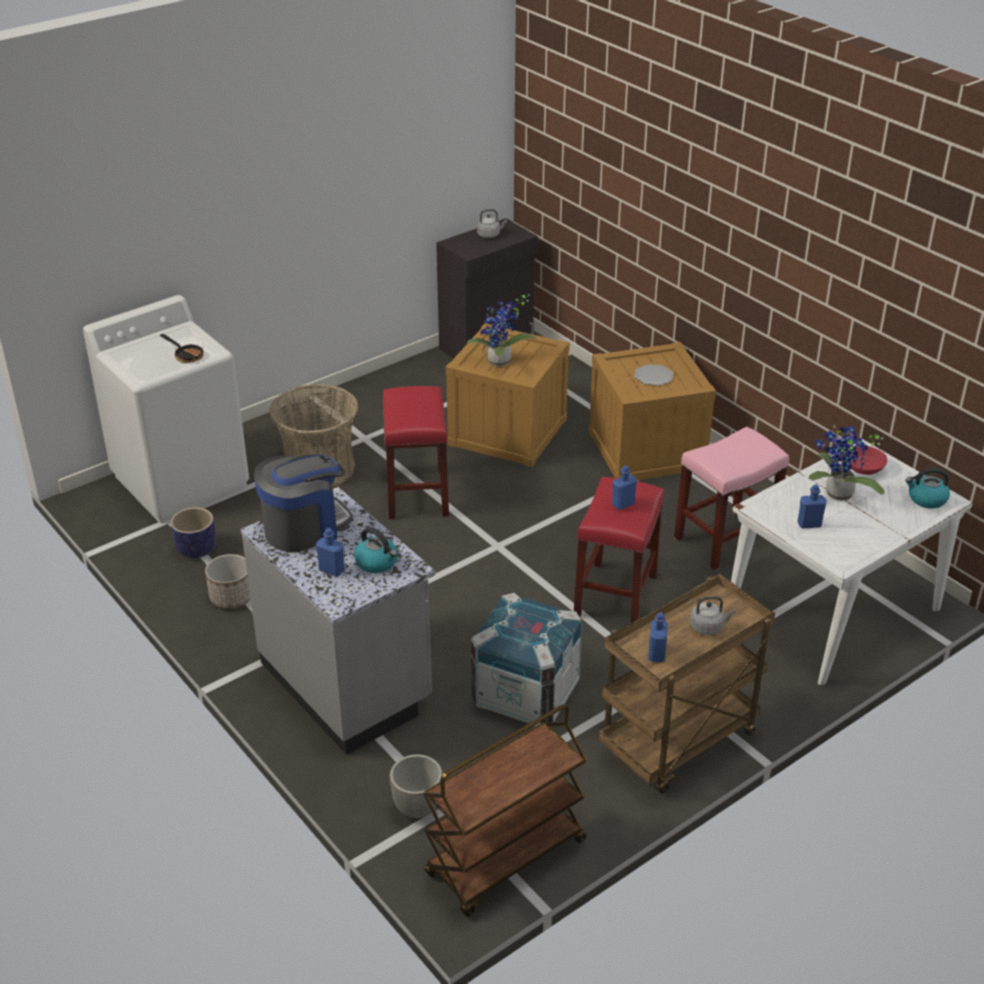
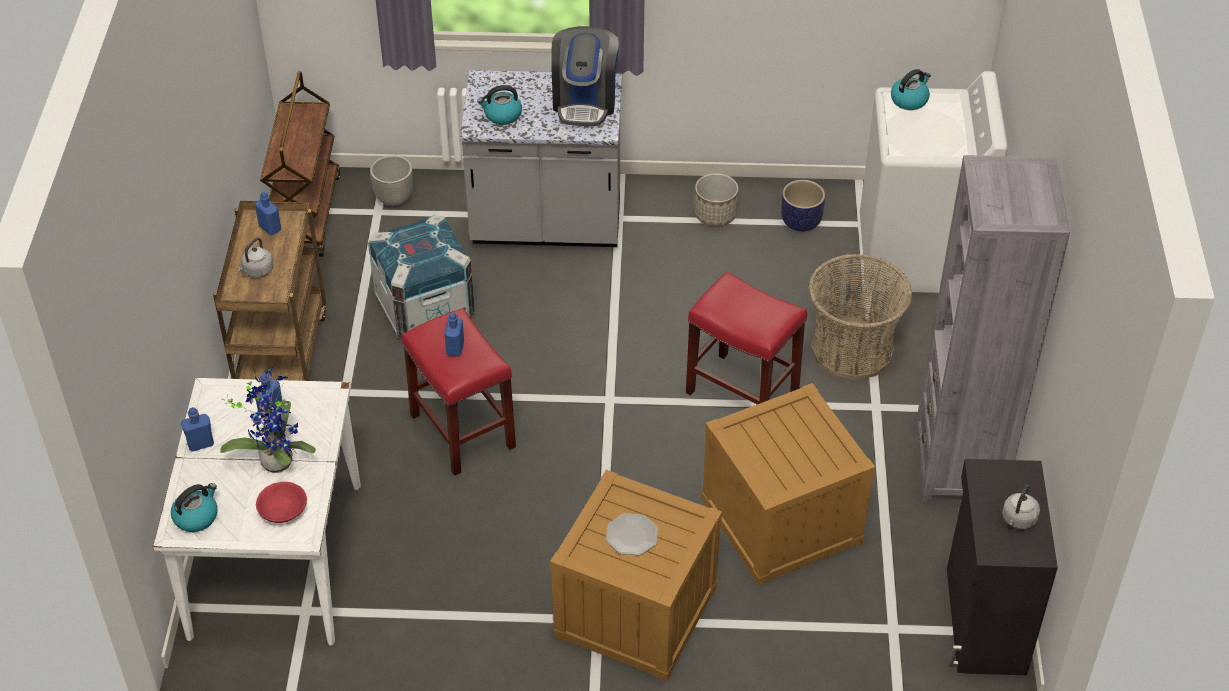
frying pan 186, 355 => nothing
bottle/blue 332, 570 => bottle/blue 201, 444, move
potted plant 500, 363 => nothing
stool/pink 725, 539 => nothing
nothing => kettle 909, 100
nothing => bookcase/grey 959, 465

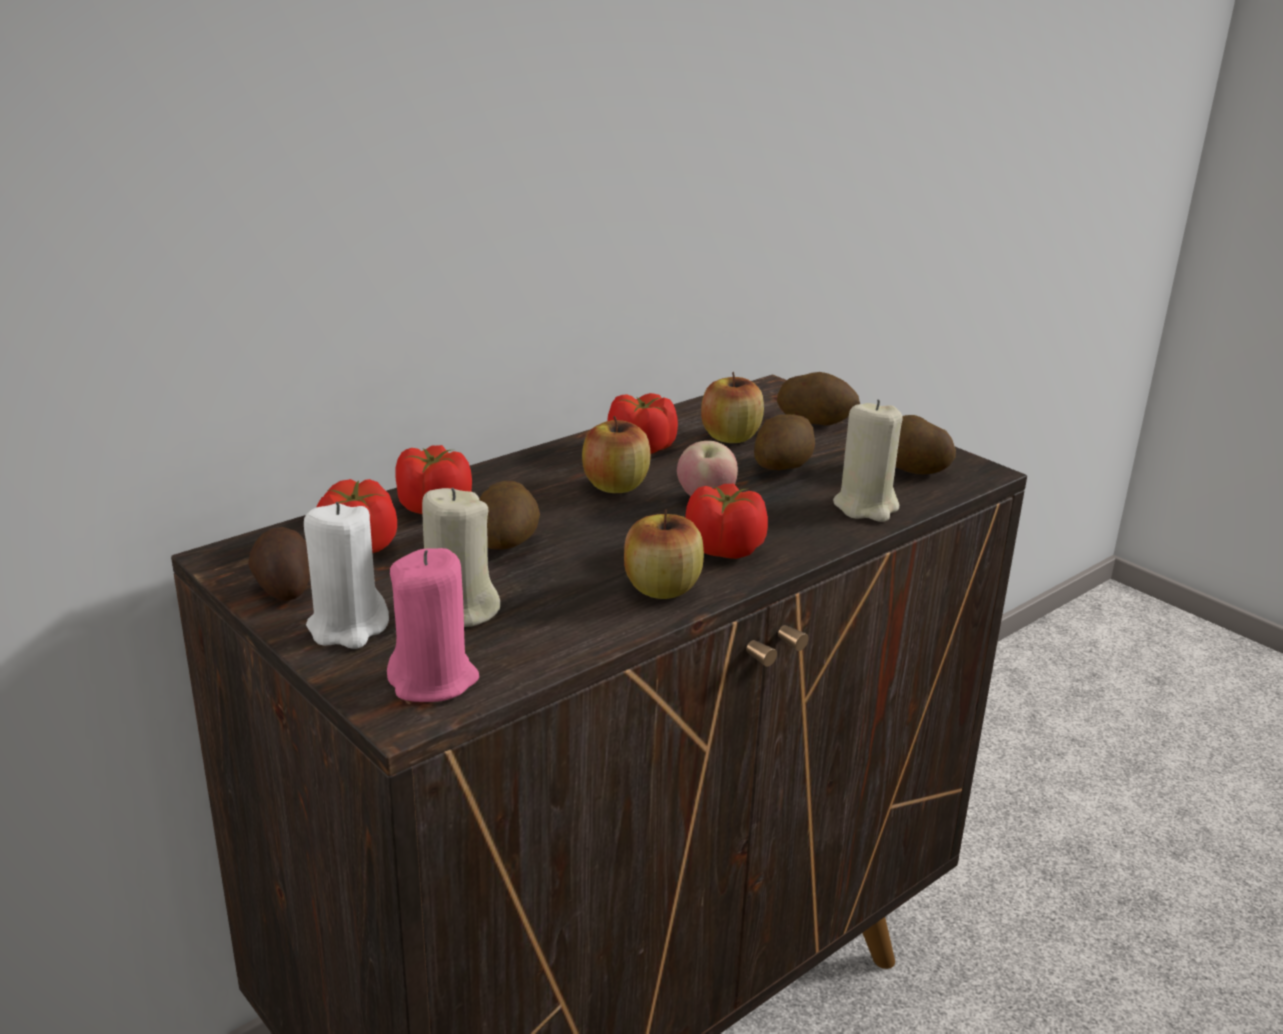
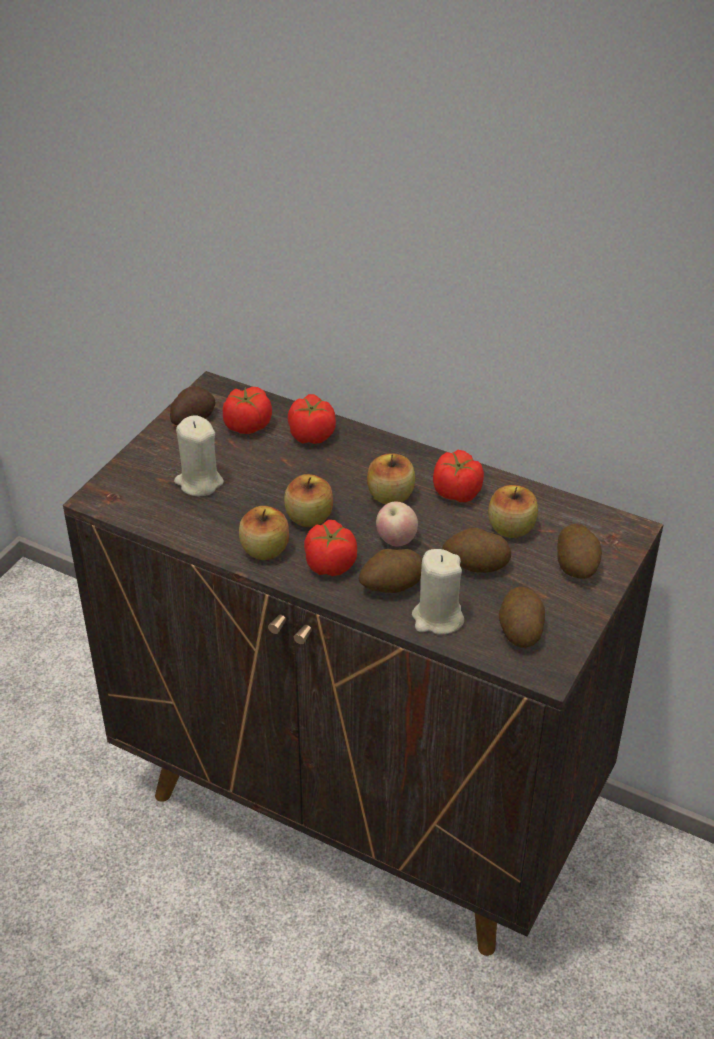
candle/white 348, 627 => nothing
candle/pink 434, 680 => nothing
potato 507, 542 => potato 391, 586, move
nothing => apple 309, 518

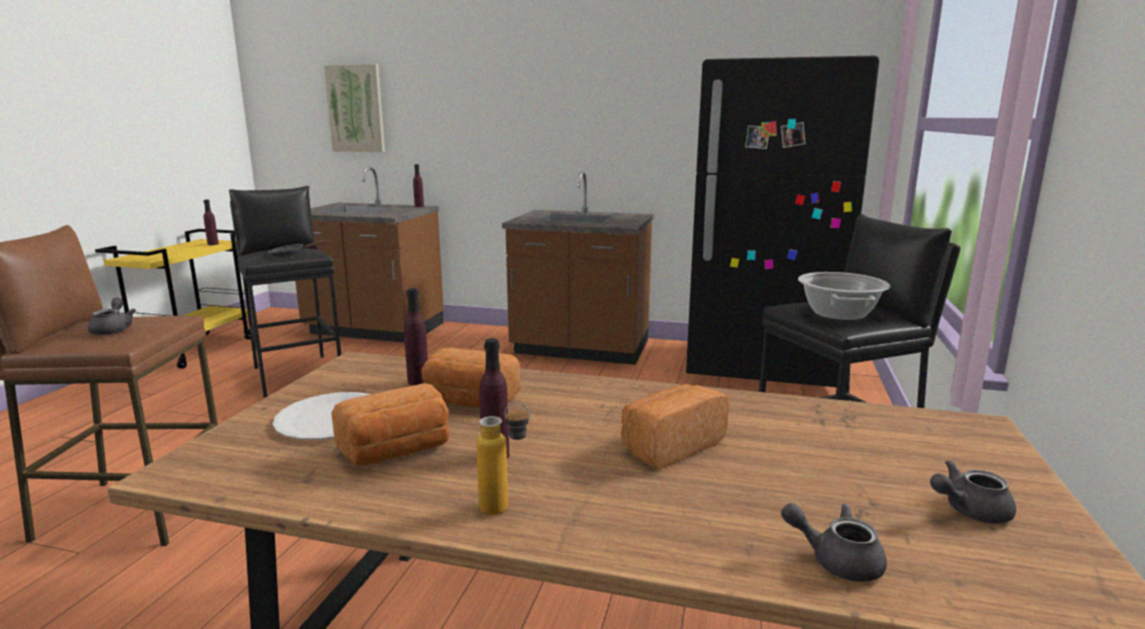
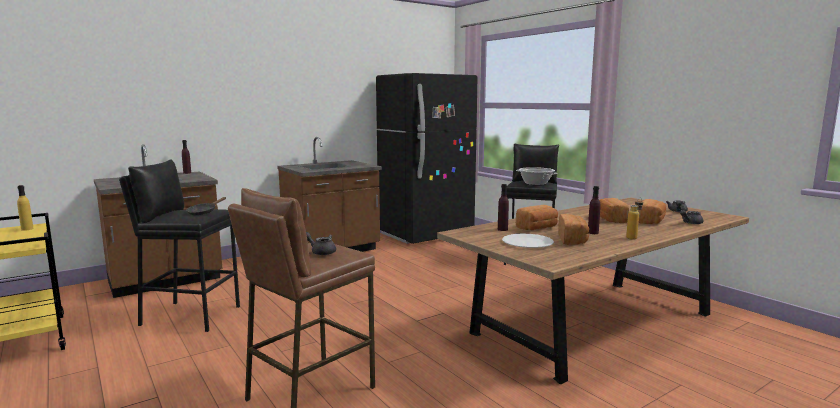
bottle/purple 213, 244 => bottle/yellow 27, 229
picture 356, 109 => nothing
nothing => bread 651, 221

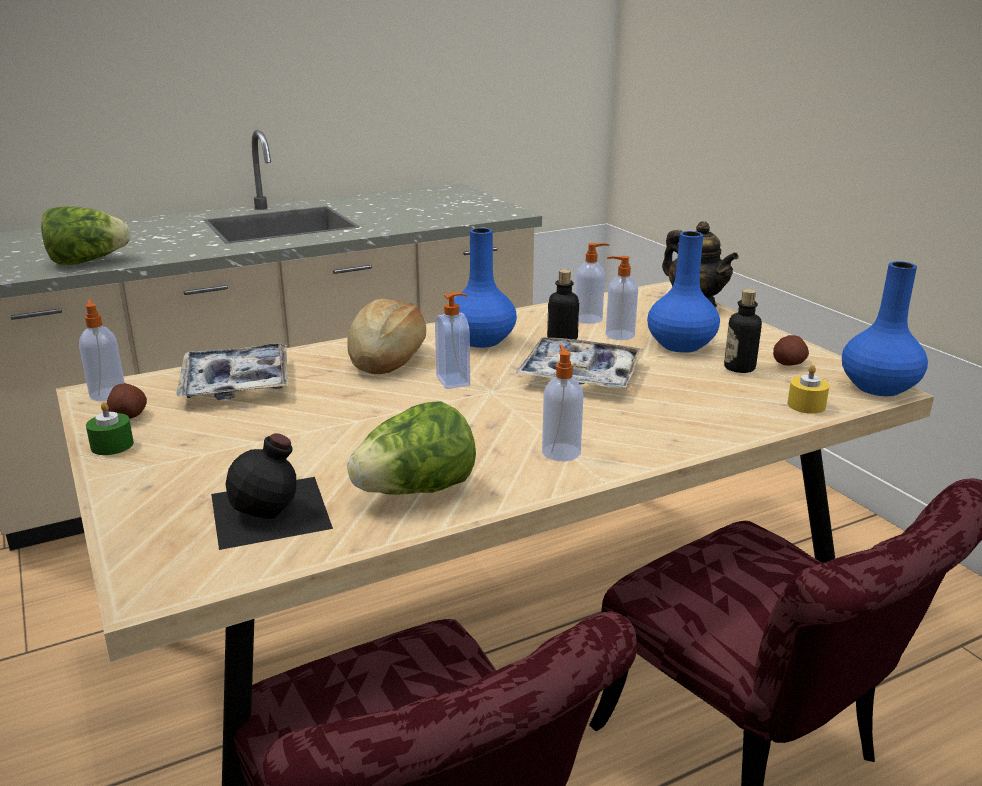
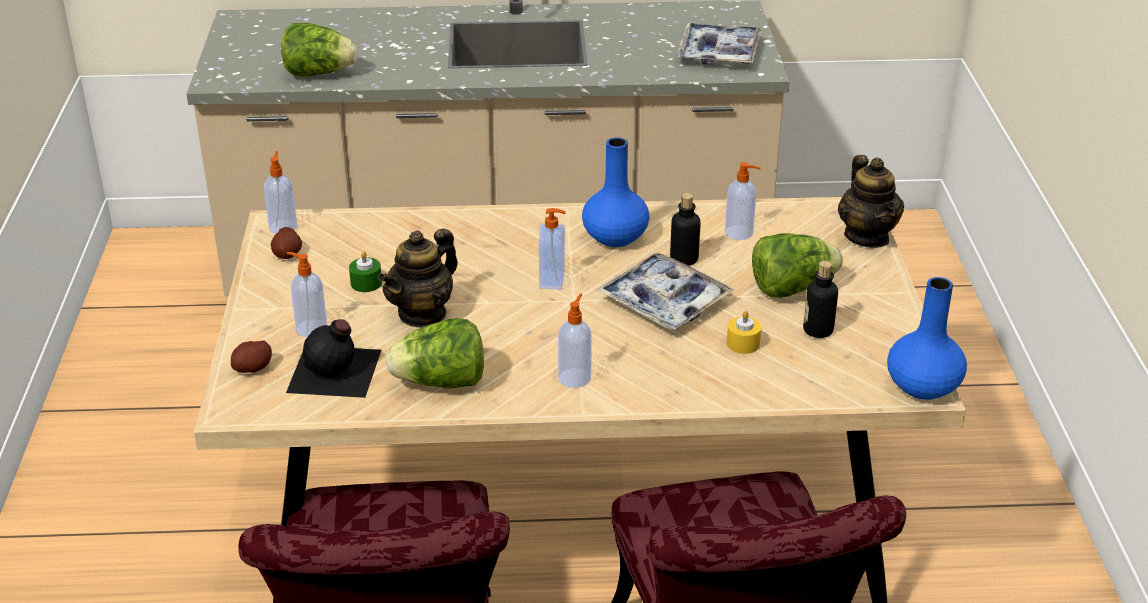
candle/green 112, 445 => candle/green 366, 283, move
tray 236, 383 => tray 718, 53, move
bread 387, 358 => nothing
soap dispenser 618, 335 => soap dispenser 310, 328, move
vase/blue 680, 345 => lettuce 792, 288
potato 789, 363 => potato 253, 368, move
candle/yellow 806, 405 => candle/yellow 743, 343, move
nothing => teapot 422, 313

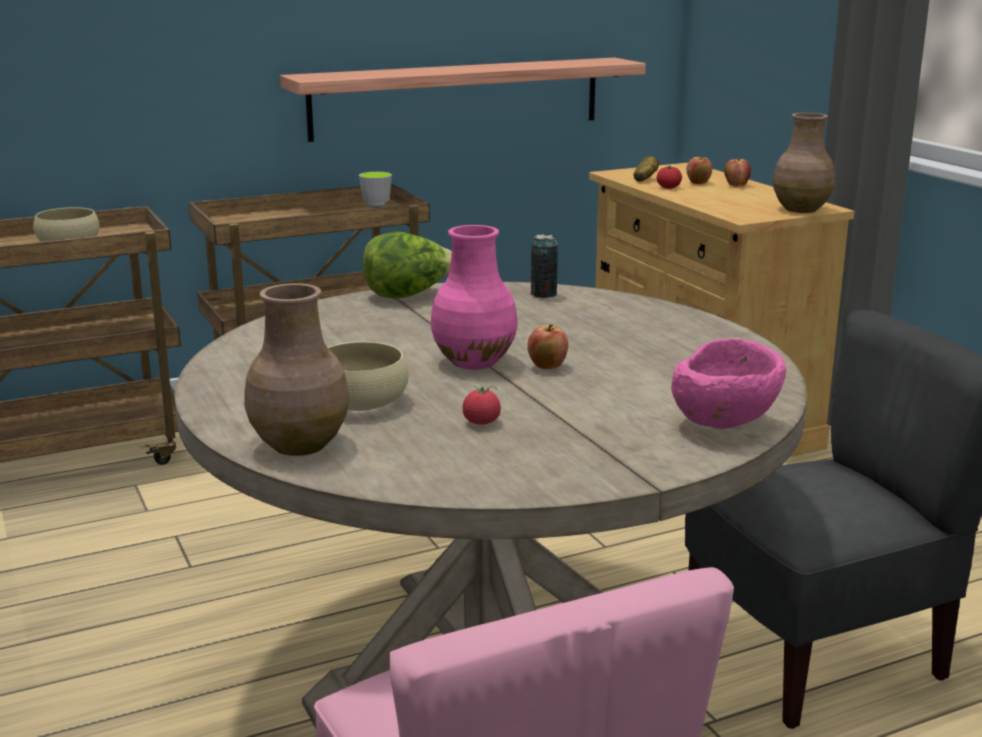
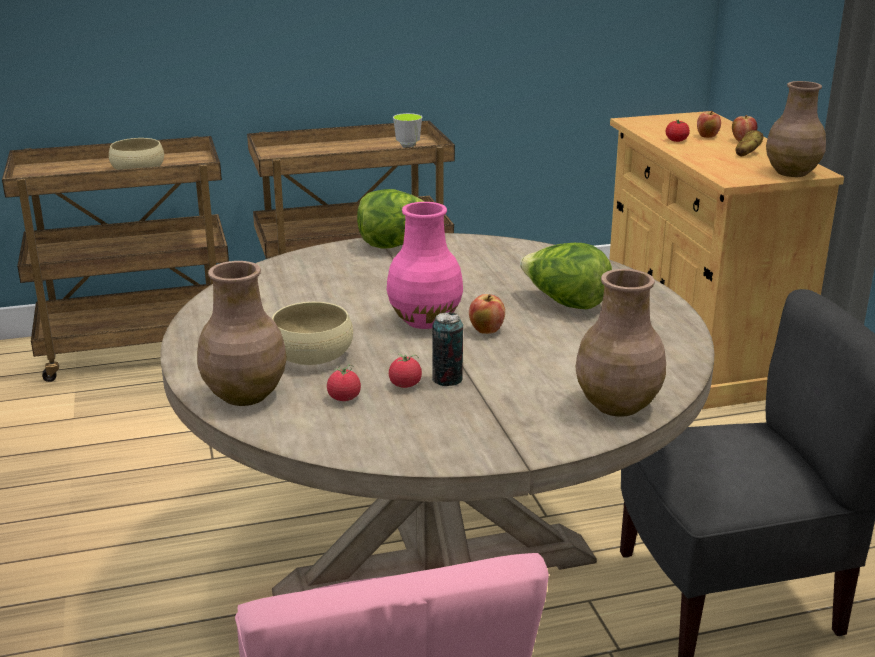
shelf 457, 98 => nothing
can 543, 294 => can 447, 379, move
potato 644, 179 => potato 747, 154, move
bowl/pink 724, 425 => vase/brown 617, 406
nothing => tomato 344, 398
nothing => lettuce 565, 303

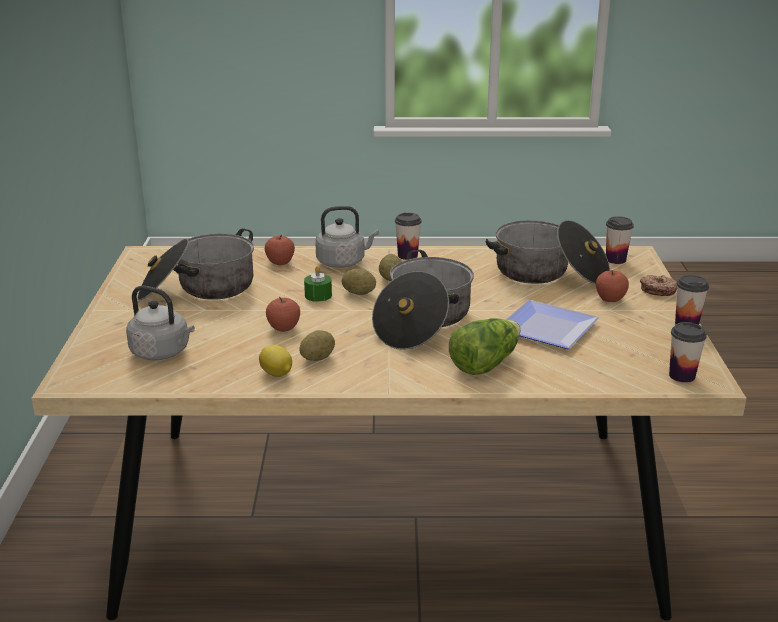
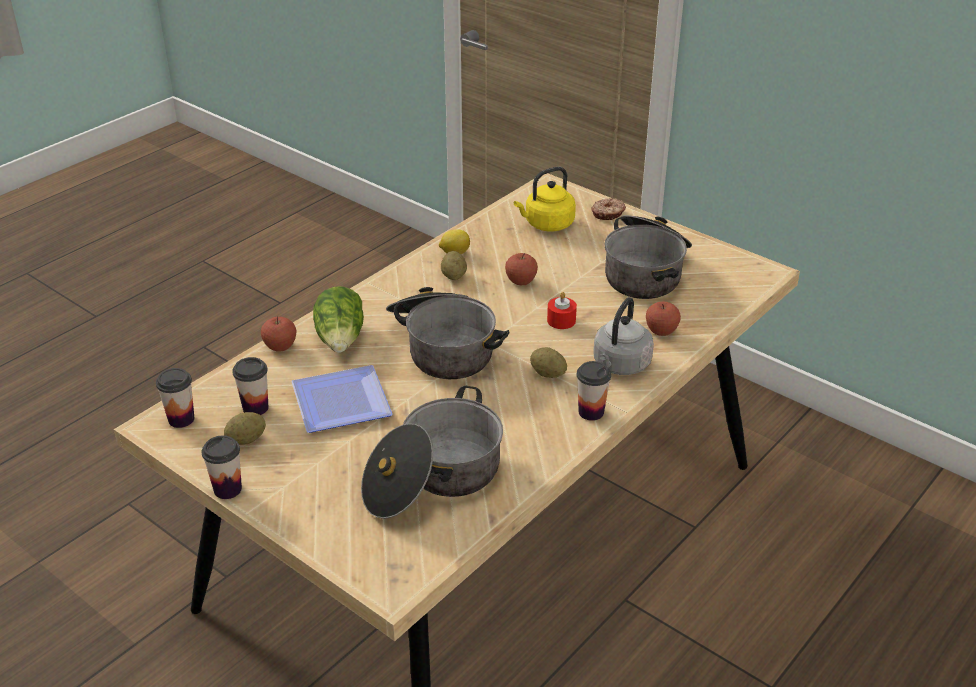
kettle/grey 162, 353 => kettle/yellow 547, 224
candle/green 318, 295 => candle/red 561, 320
potato 359, 293 => potato 246, 440, move
apple 610, 299 => apple 280, 347, move
cup 615, 260 => cup 255, 408, move
donut 658, 290 => donut 608, 214, move

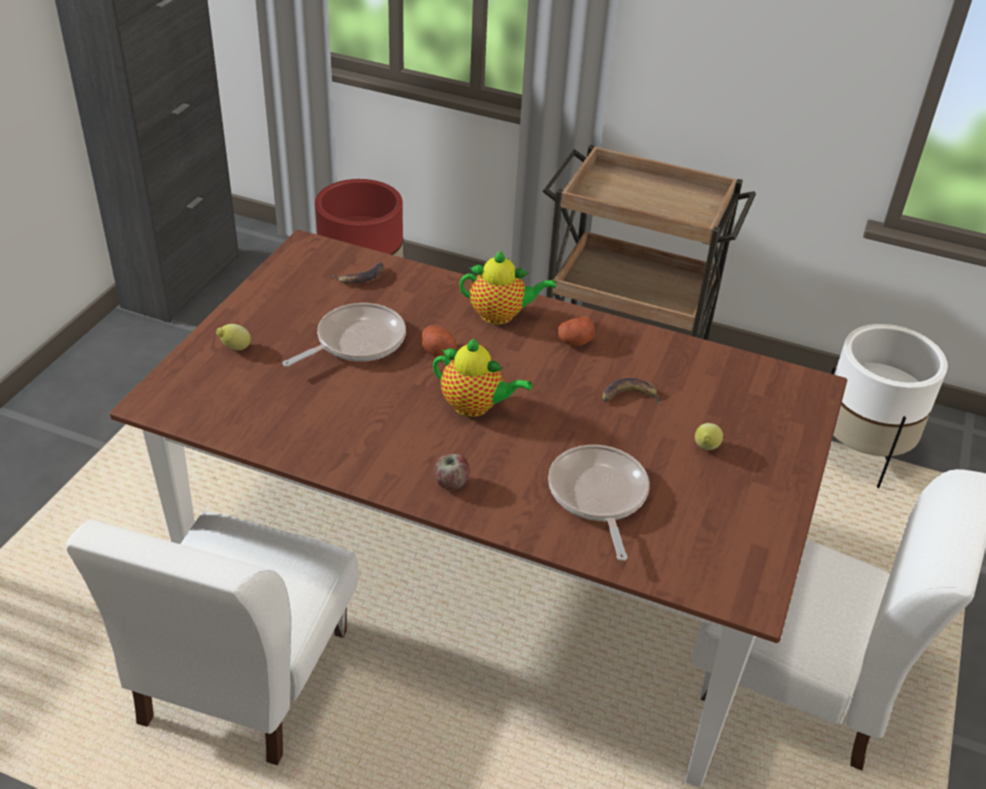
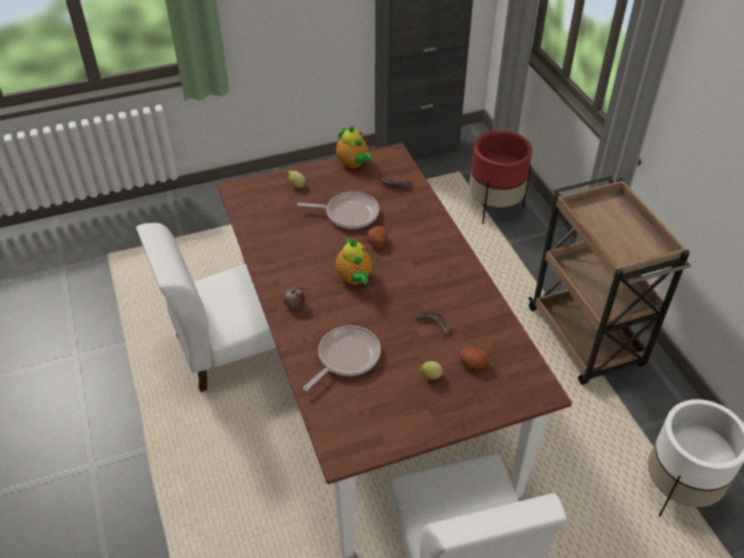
teapot 501, 315 => teapot 353, 163, move
potato 575, 341 => potato 472, 363, move

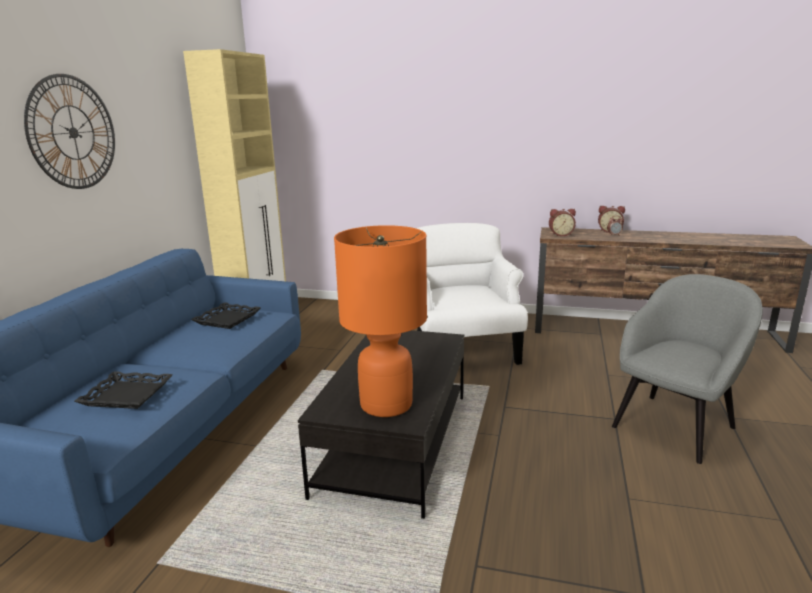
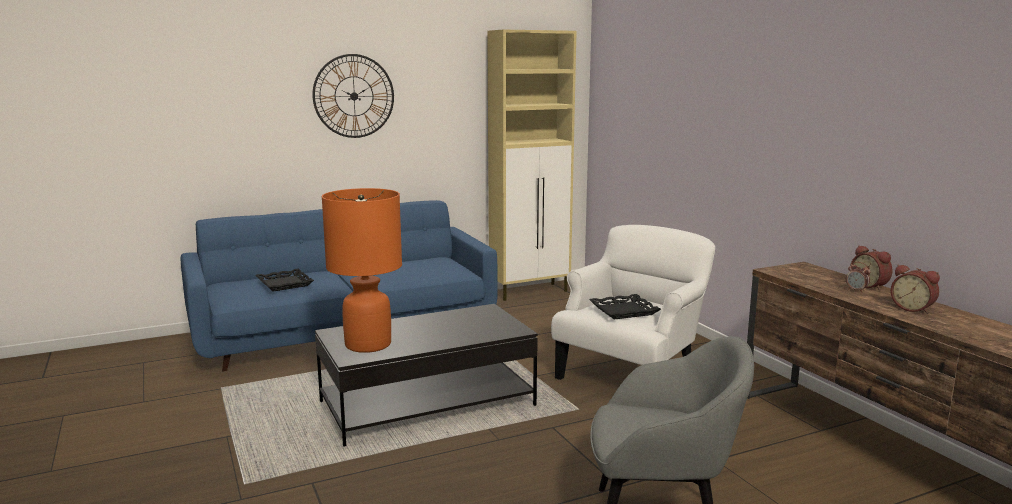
tray/black 227, 319 => tray/black 624, 311, move
alarm clock 560, 234 => alarm clock 913, 309, move

